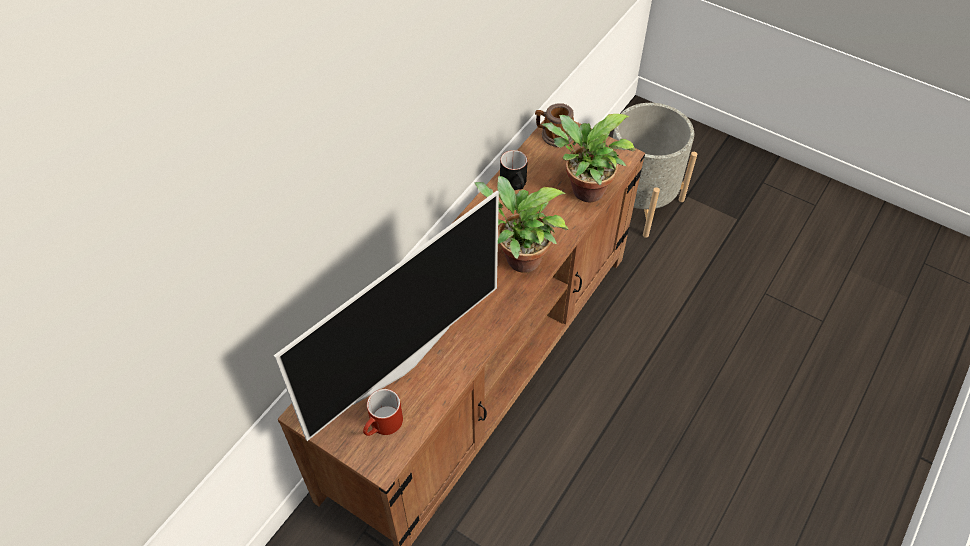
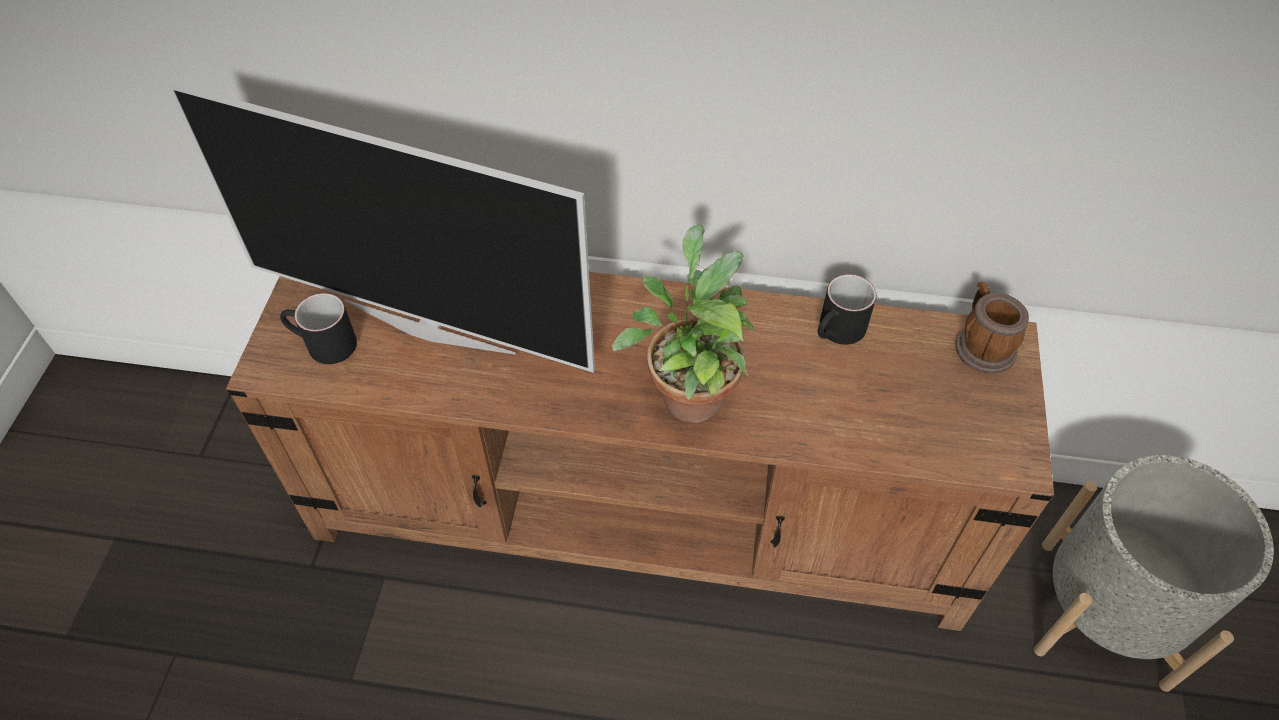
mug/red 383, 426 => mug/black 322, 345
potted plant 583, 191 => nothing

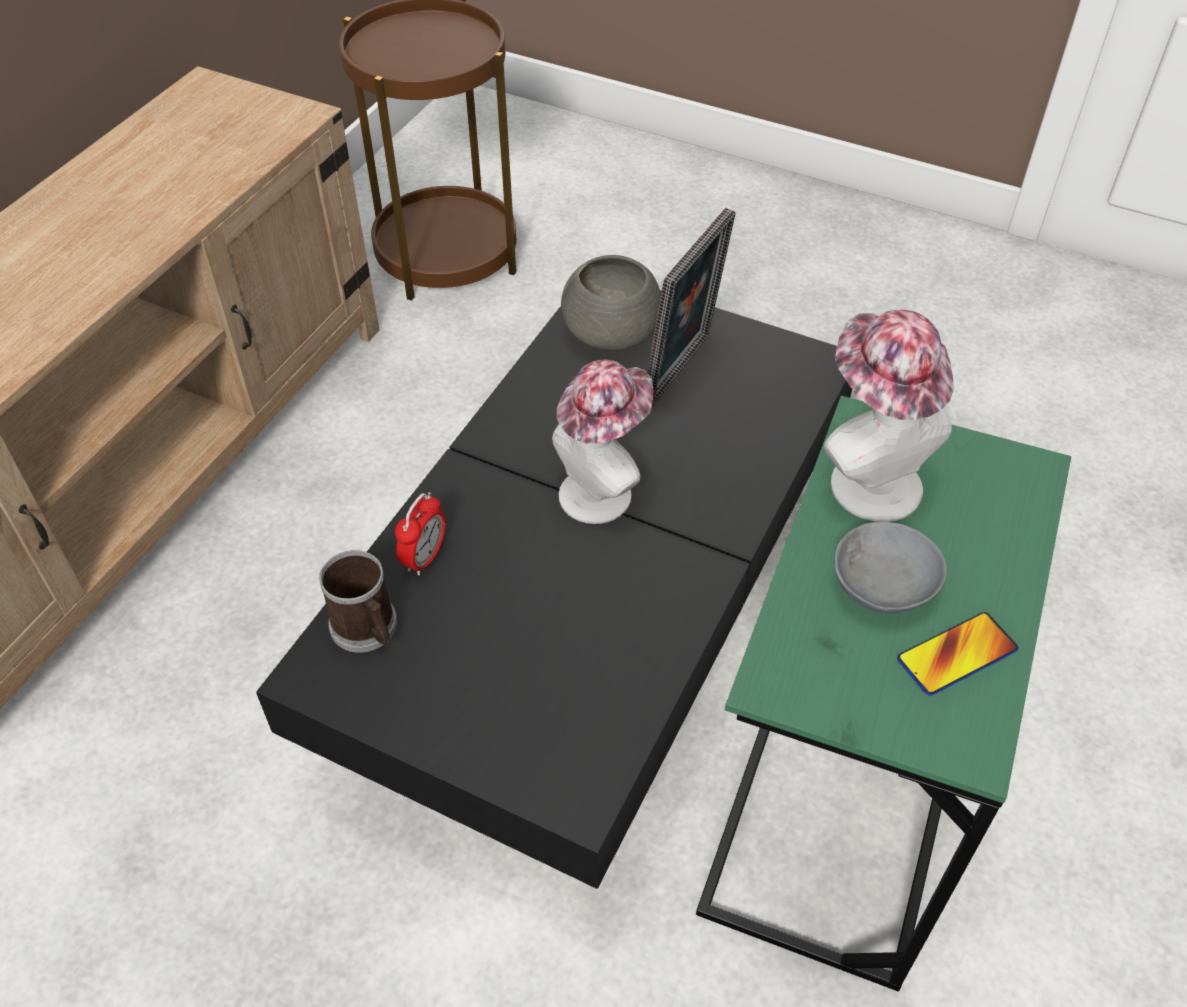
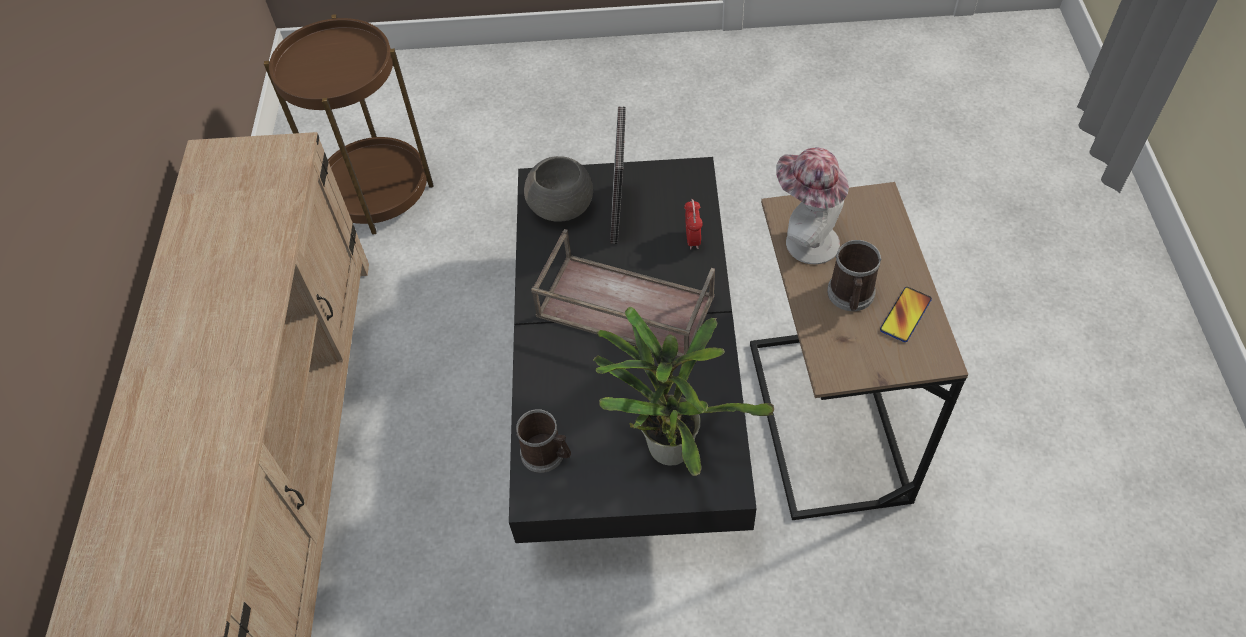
alarm clock 424, 558 => alarm clock 693, 239, move
hat 602, 489 => tray/brown 623, 307
side table/green 840, 799 => side table/brown 828, 420
bowl/grey 884, 588 => mug 851, 297
nothing => potted plant 668, 443

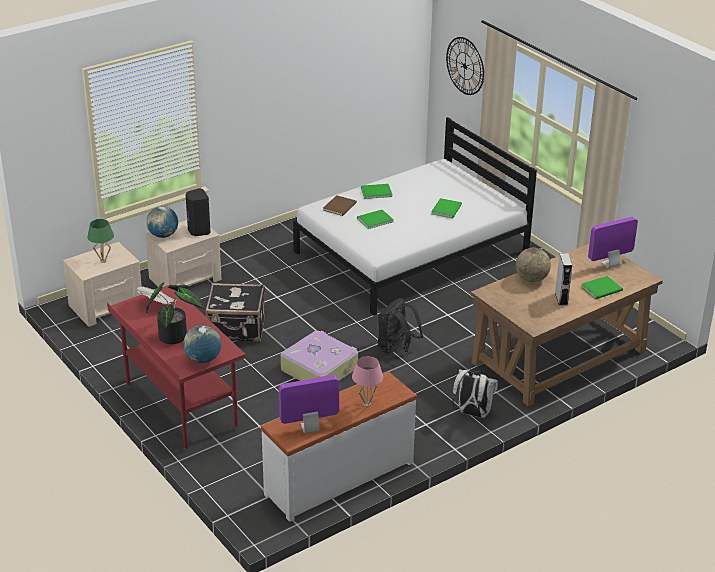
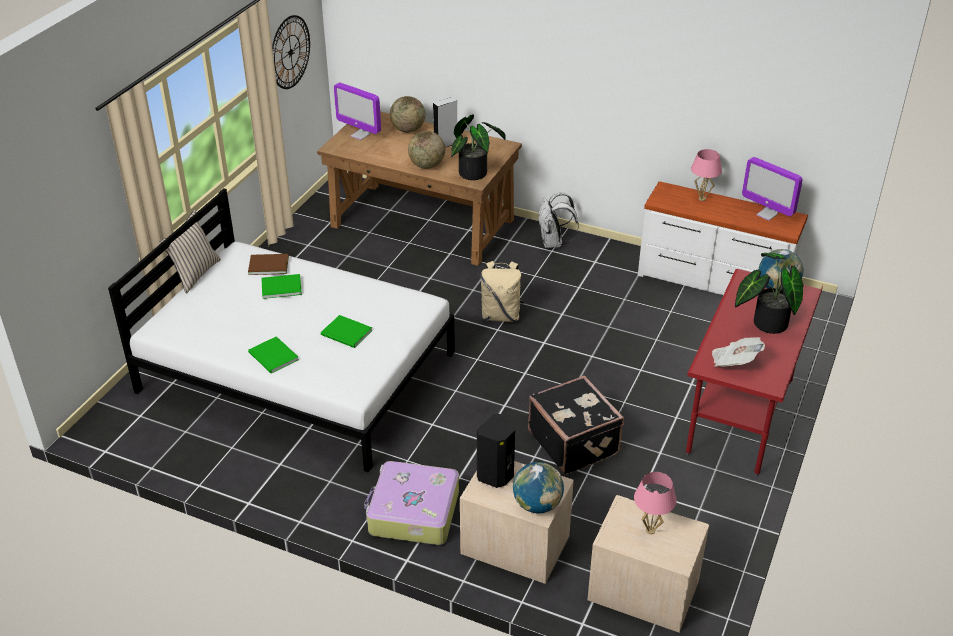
table lamp/green 103, 261 => table lamp/pink 650, 530
suitcase 319, 368 => suitcase 413, 512, move
book/brown 341, 206 => book/brown 267, 265, move
backpack/black 396, 349 => backpack/beige 501, 315
wall clock 465, 66 => wall clock 290, 52, move
book/green 603, 289 => globe 408, 130
nothing => pillow/beige 195, 274
nothing => potted plant 476, 173

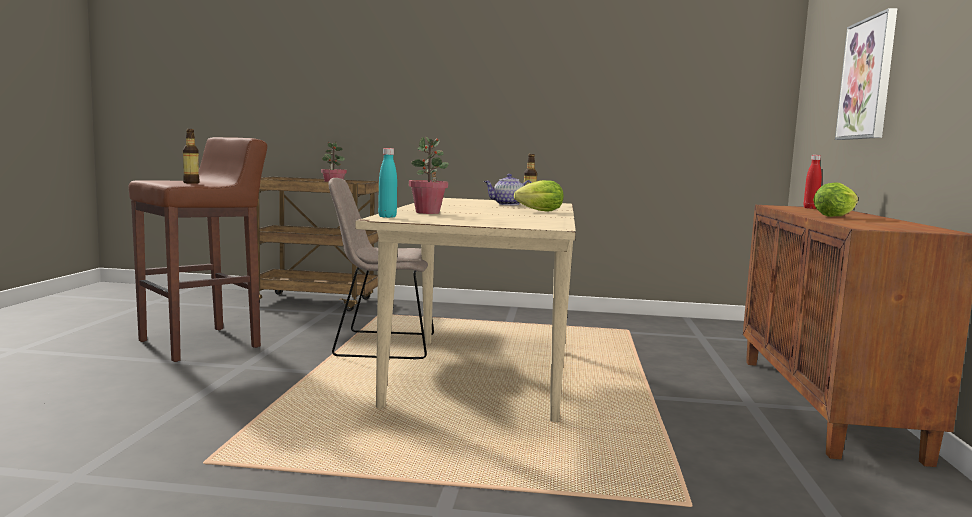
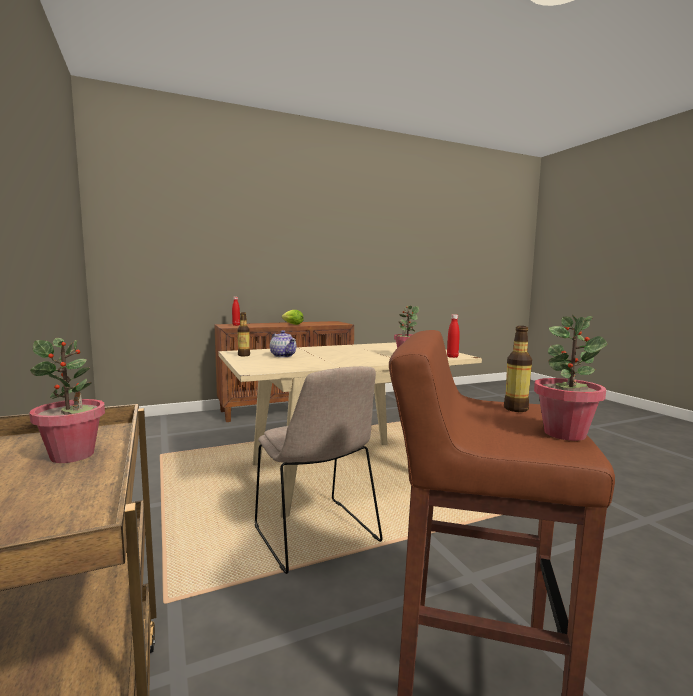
bottle/turquoise 387, 217 => bottle/red 452, 357
lettuce 537, 211 => nothing
picture 867, 79 => nothing
nothing => potted plant 564, 433

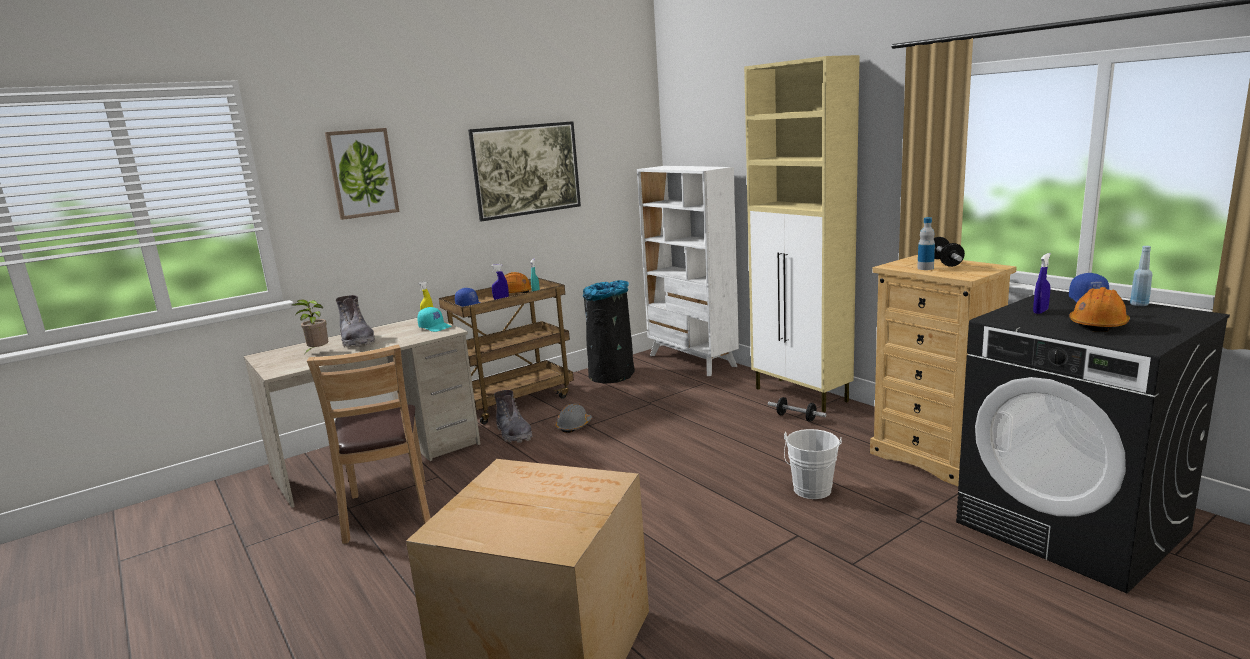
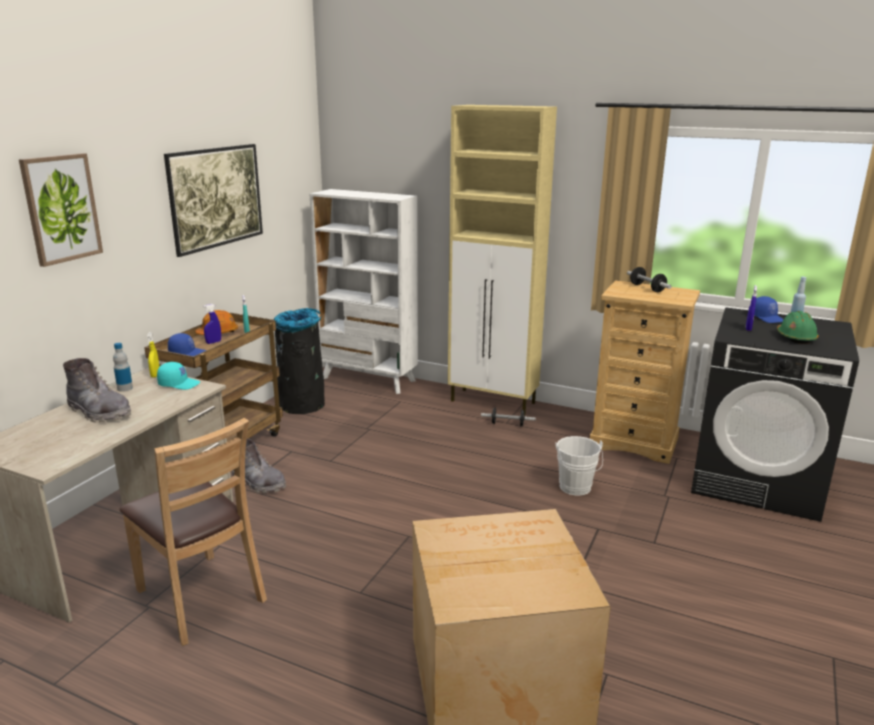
potted plant 317, 352 => nothing
hard hat/grey 574, 426 => nothing
bottle 925, 268 => bottle 125, 388, move
hard hat/orange 1098, 324 => hard hat/green 795, 337

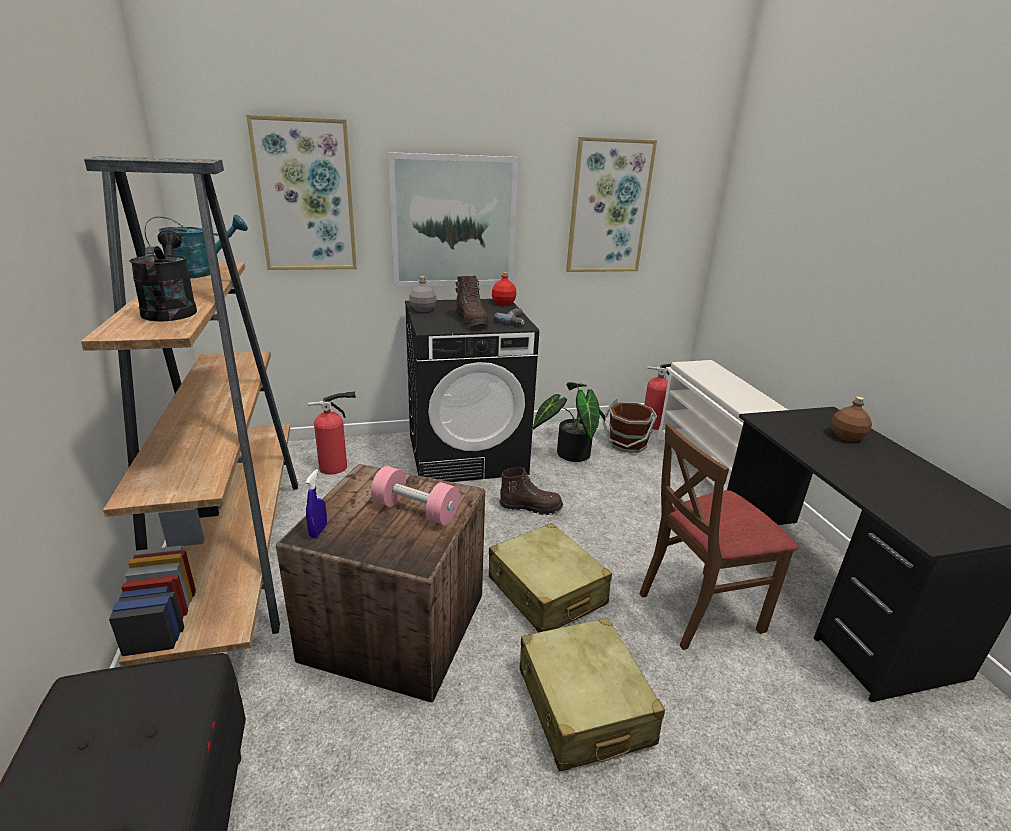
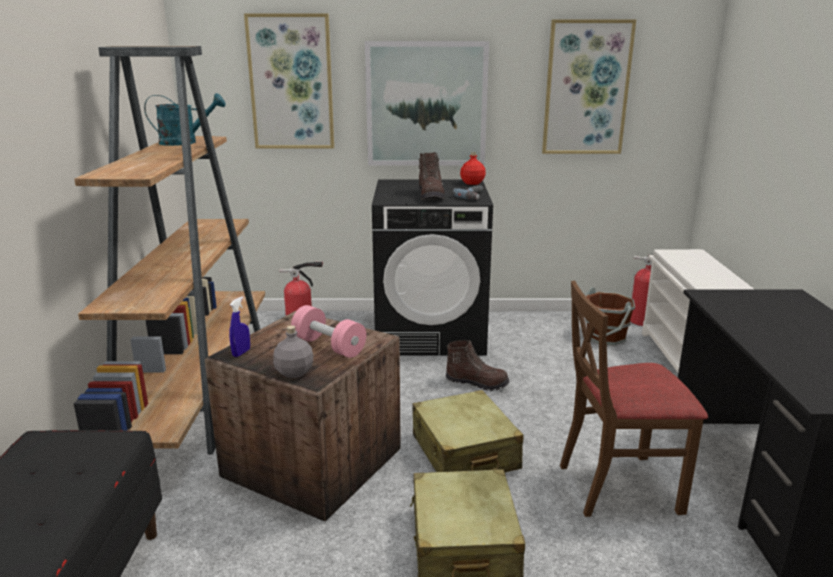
watering can/black 171, 310 => nothing
bottle/grey 423, 310 => bottle/grey 295, 372, move
potted plant 569, 453 => nothing
bottle/brown 847, 437 => nothing

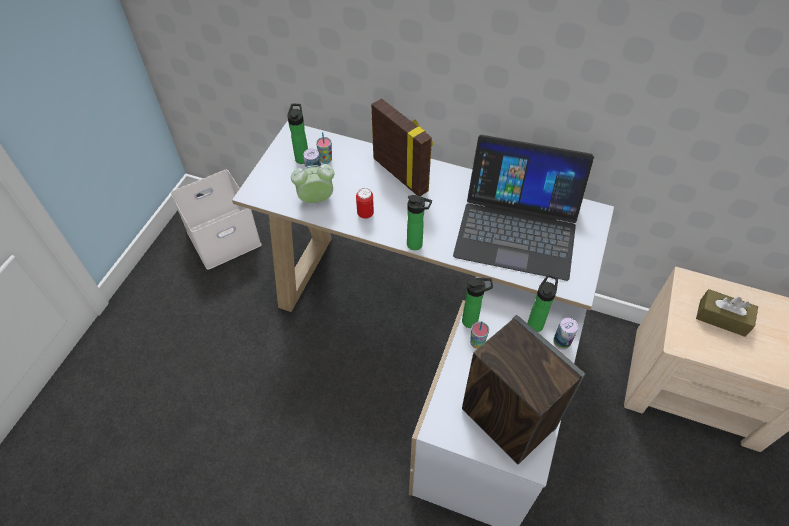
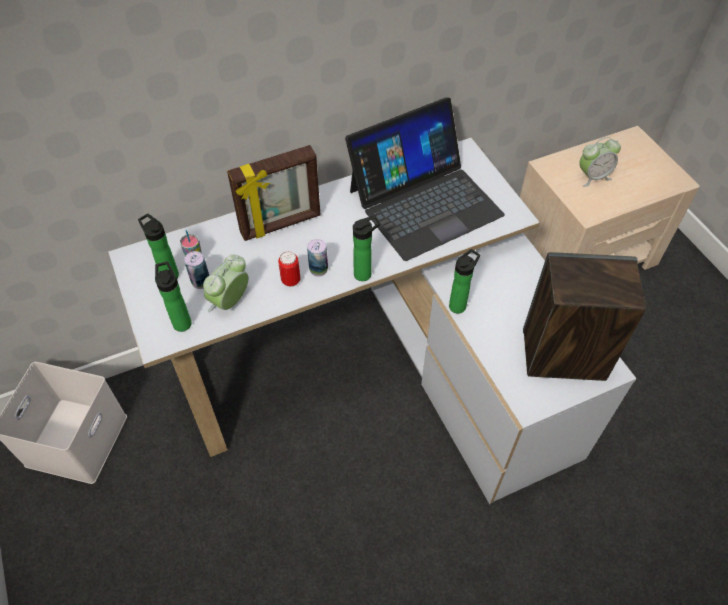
picture frame 401, 174 => picture frame 281, 225, 150 degrees clockwise
cup 477, 343 => nothing
bottle 536, 323 => bottle 181, 321, move
can 561, 342 => can 318, 269, move
tissue box/brown 722, 318 => alarm clock 593, 177

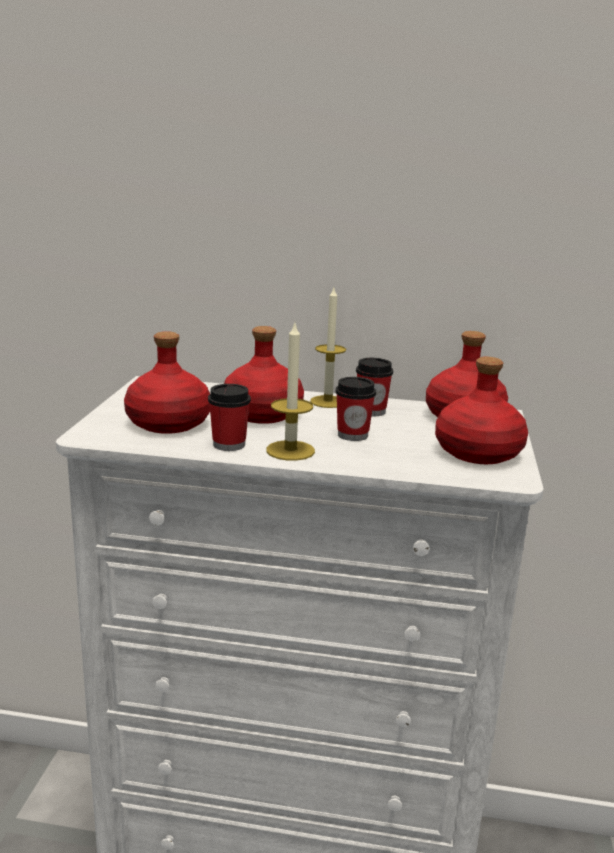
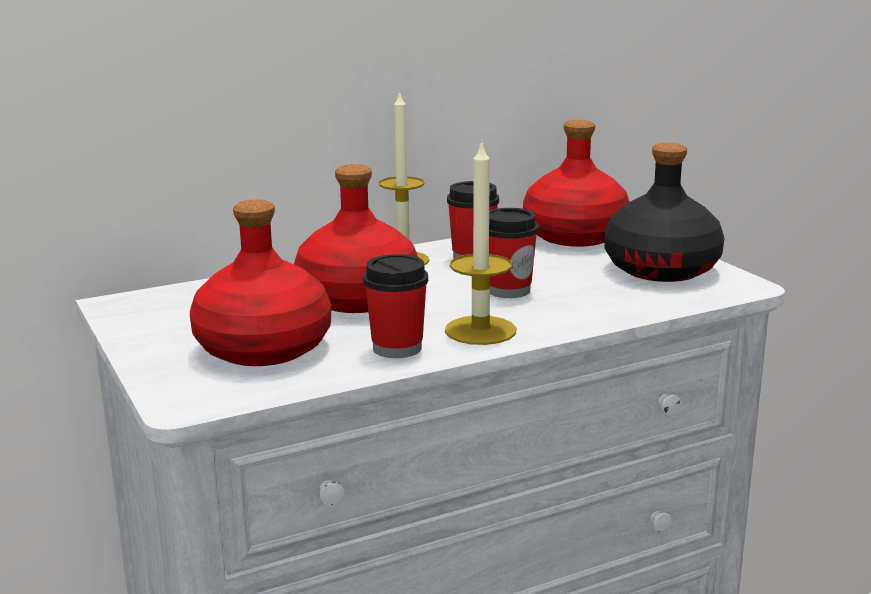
bottle/red 479, 452 => bottle/black 661, 268

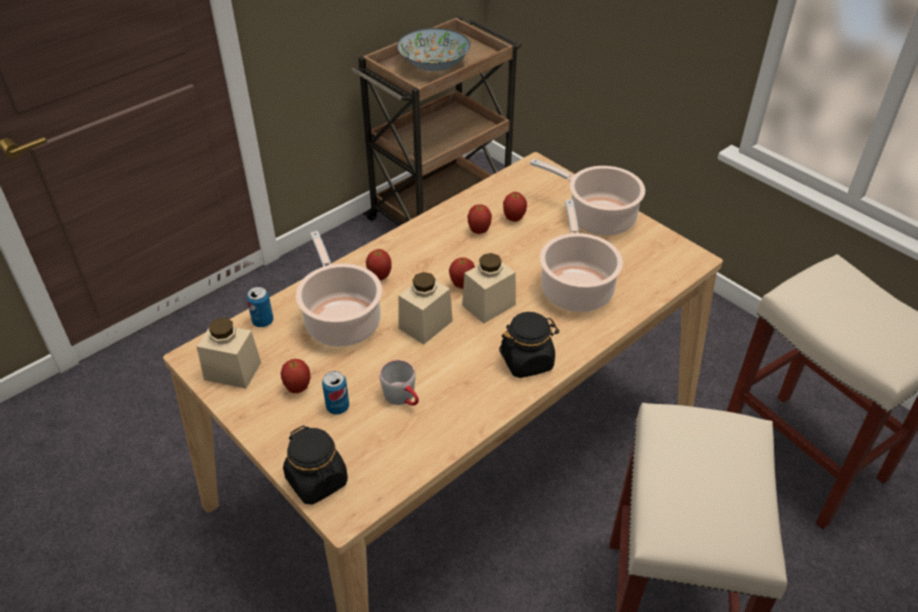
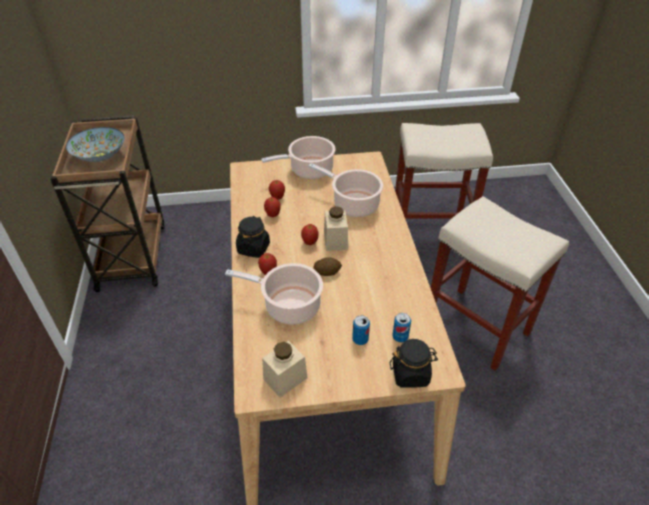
can 263, 321 => can 400, 337, move
apple 298, 388 => nothing
mug/grey 403, 398 => nothing
jar/beige 425, 324 => potato 327, 272
jar/black 527, 361 => jar/black 253, 248, move

